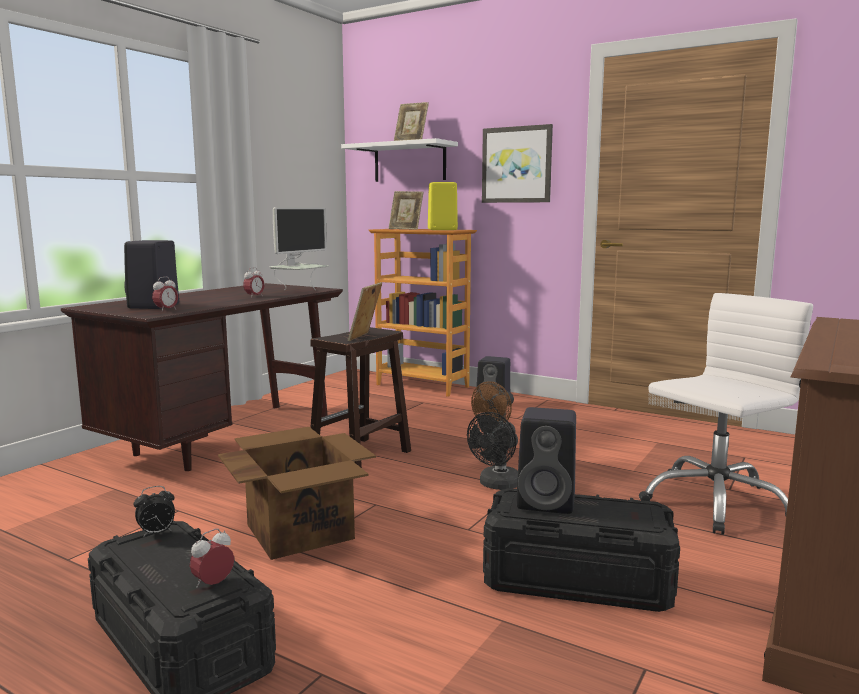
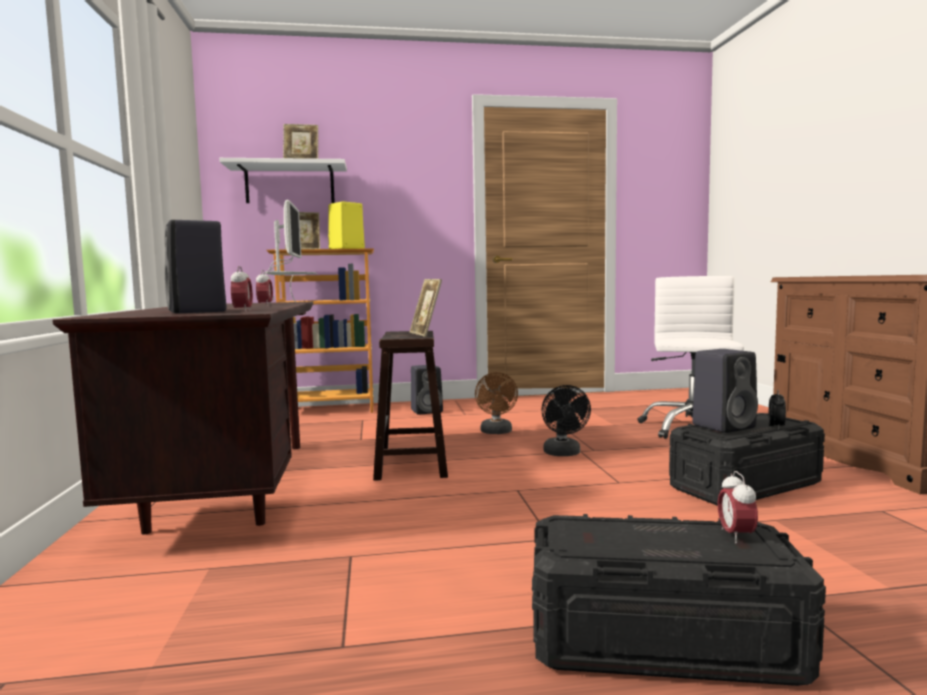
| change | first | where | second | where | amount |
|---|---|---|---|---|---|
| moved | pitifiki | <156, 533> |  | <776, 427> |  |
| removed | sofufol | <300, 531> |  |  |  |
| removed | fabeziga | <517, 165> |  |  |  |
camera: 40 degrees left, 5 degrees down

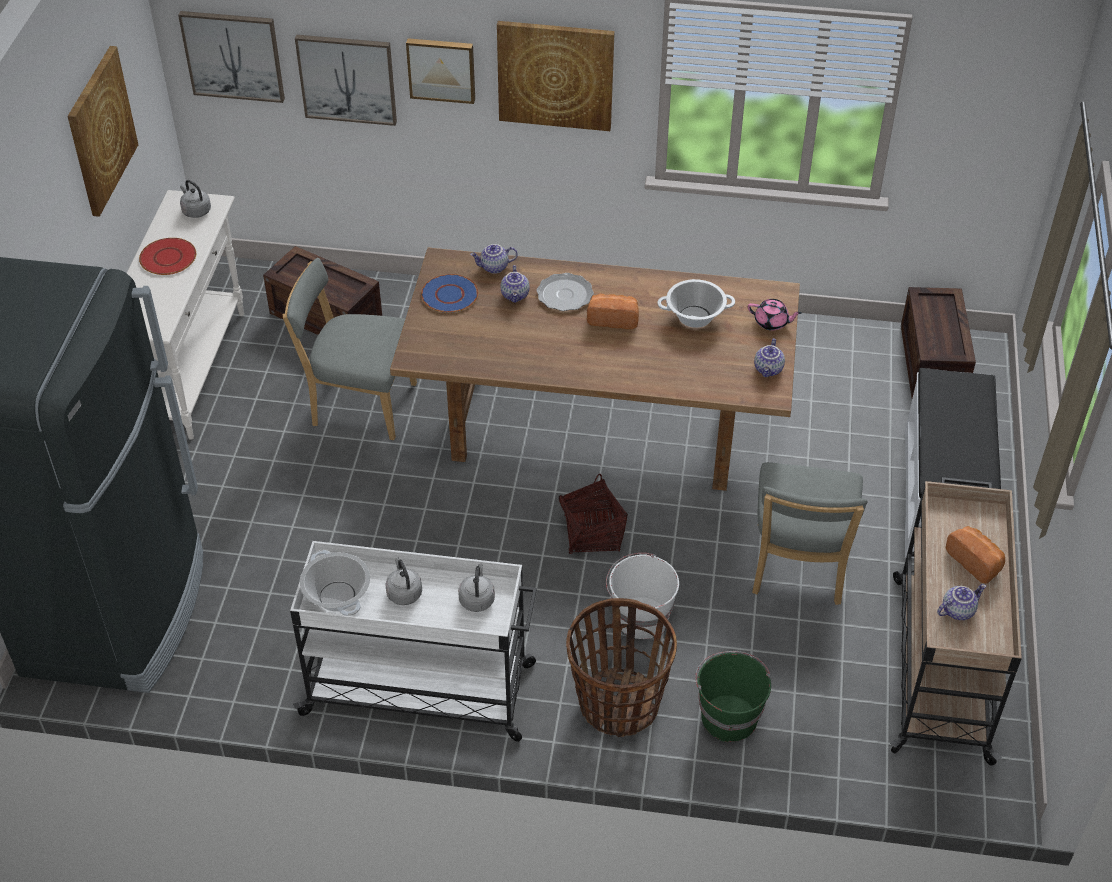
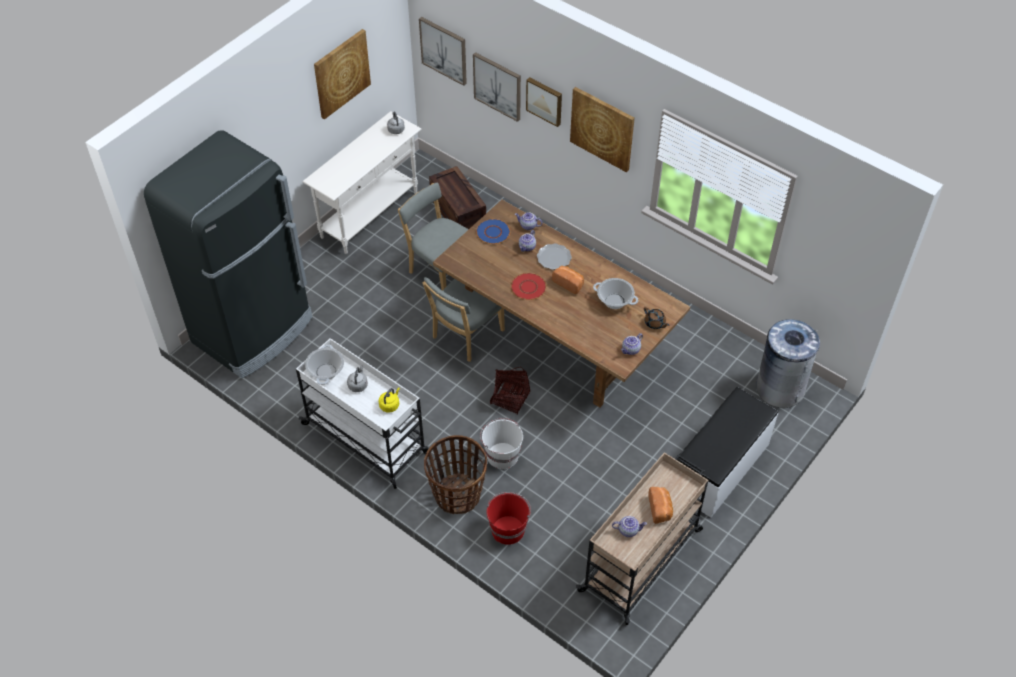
| change | first | where | second | where | amount |
|---|---|---|---|---|---|
| moved | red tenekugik | <168, 257> |  | <528, 287> |  |
| recoloured | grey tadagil | <477, 599> | yellow tadagil | <390, 405> |  |
| recoloured | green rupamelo | <728, 716> | red rupamelo | <508, 529> |  |
| recoloured | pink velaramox | <772, 322> | brown velaramox | <655, 323> |  |
| moved | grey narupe | <798, 568> |  | <465, 336> |  |
| replaced | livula | <934, 363> | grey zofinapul | <780, 387> |  |
camera: 30 degrees right, 5 degrees up

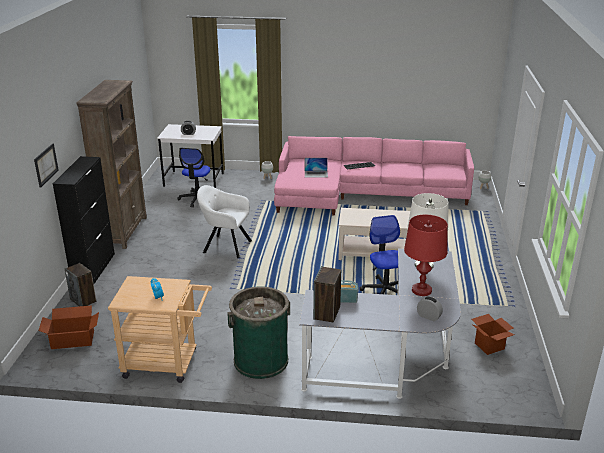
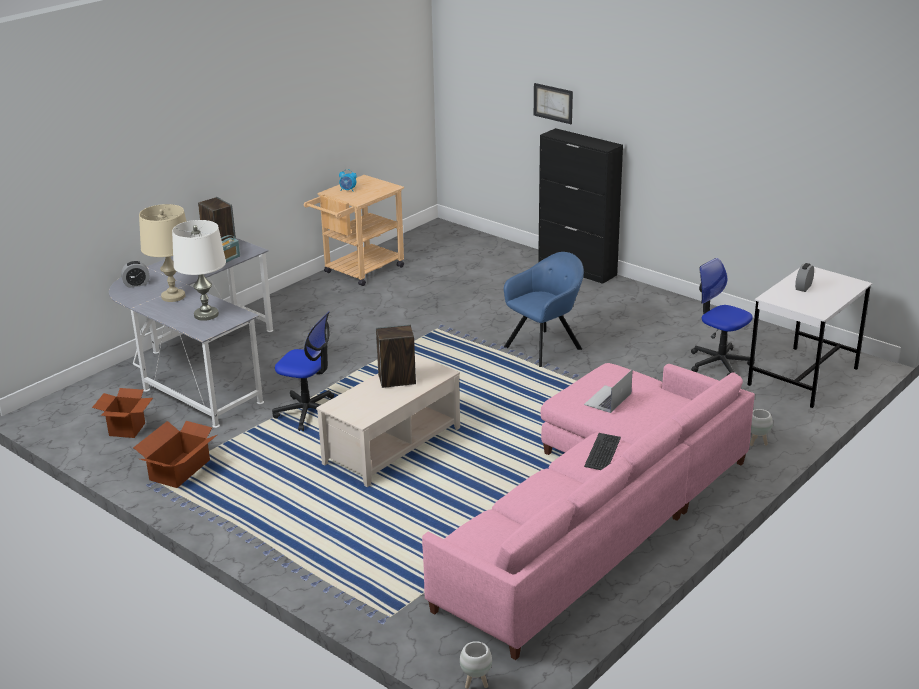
| change | first | where | second | where | amount |
|---|---|---|---|---|---|
| moved | sofufol | <72, 339> |  | <181, 470> |  |
| moved | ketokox | <83, 300> |  | <396, 380> |  |
| removed | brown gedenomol | <124, 231> |  |  |  |
| recoloured | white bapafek | <225, 246> | blue bapafek | <545, 347> |  |
| removed | green zofinapul | <261, 360> |  |  |  |
| recoloured | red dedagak | <421, 290> | beige dedagak | <173, 296> |  |
camera: 125 degrees right, 0 degrees up

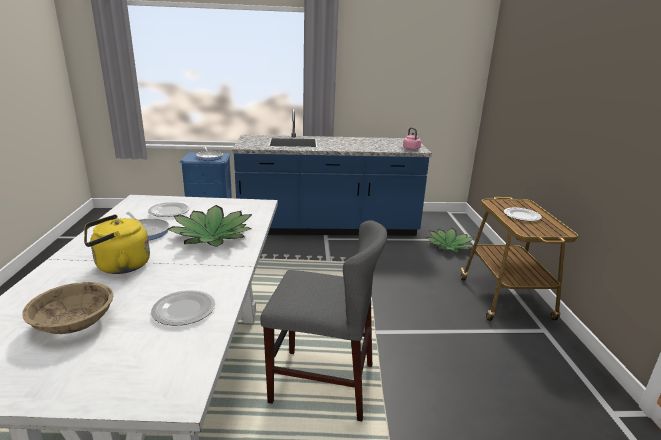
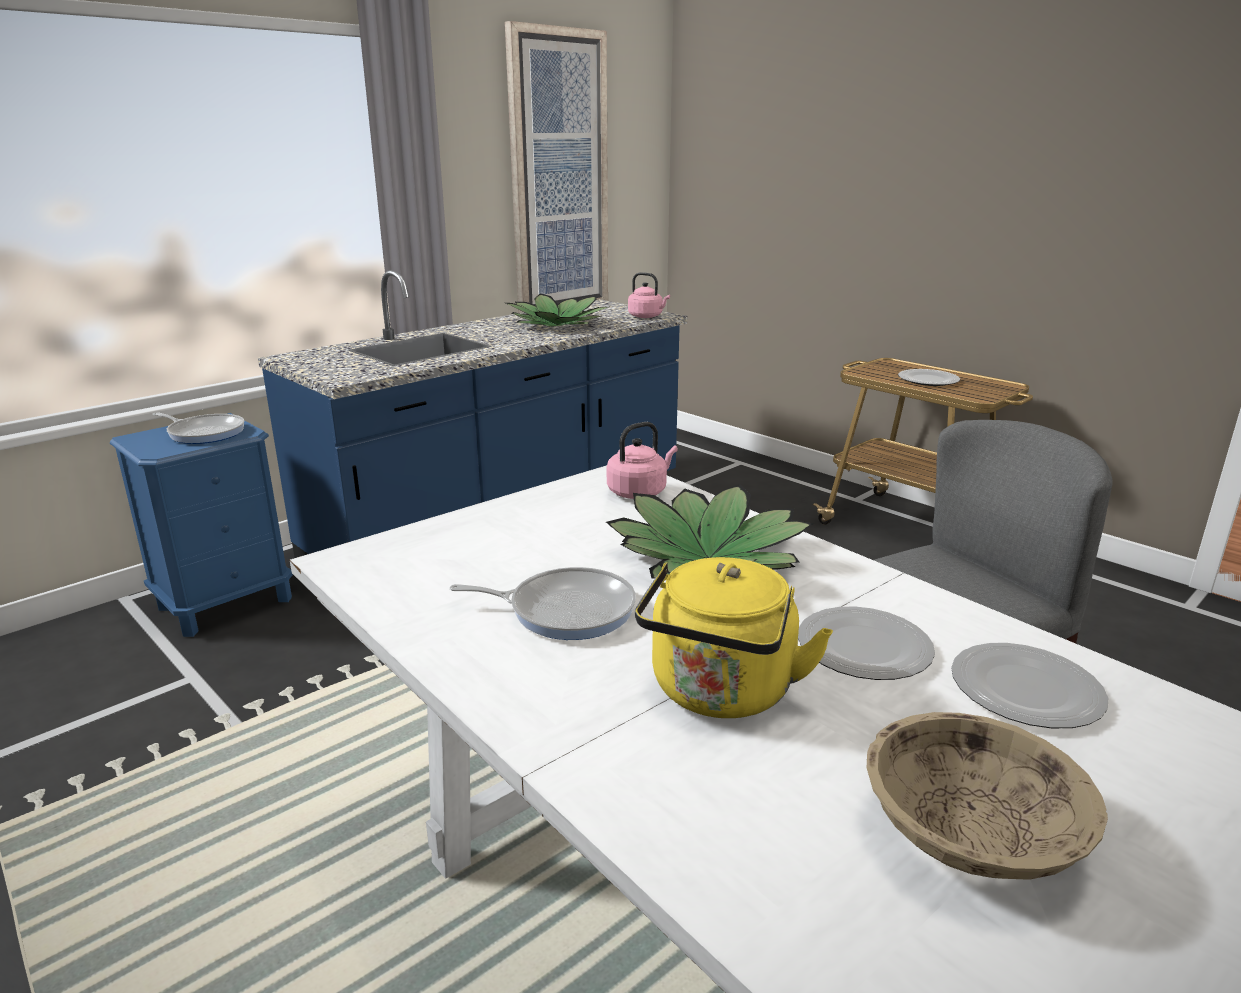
| change | first | where | second | where | amount |
|---|---|---|---|---|---|
| moved | tenekugik | <170, 211> |  | <865, 647> |  |
| moved | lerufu | <449, 246> |  | <557, 324> |  |
| added |  |  | fabeziga | <558, 176> |  |
| added |  |  | pink tadagil | <639, 492> |  |
camera: 40 degrees left, 0 degrees up

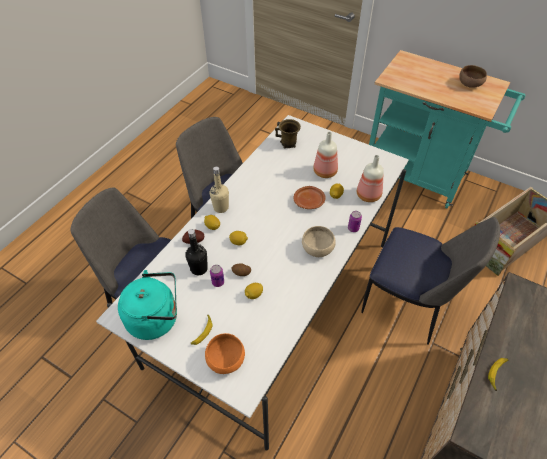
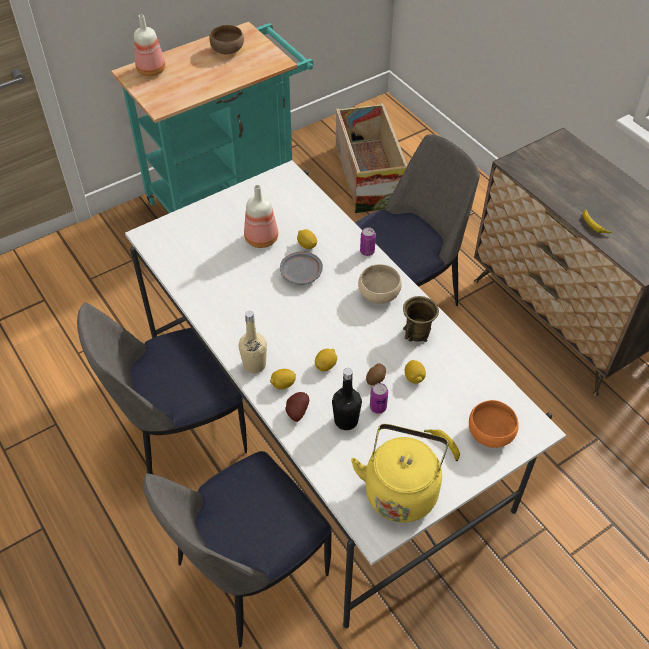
| change | first | where | second | where | amount |
|---|---|---|---|---|---|
| recoloured | turquoise tadagil | <156, 318> | yellow tadagil | <401, 489> |  |
| moved | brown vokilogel | <288, 143> |  | <417, 332> |  |
| recoloured | brown tenekugik | <309, 201> | grey tenekugik | <301, 273> |  |
| moved | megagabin | <369, 195> |  | <152, 70> |  |
camera: 65 degrees left, 0 degrees up

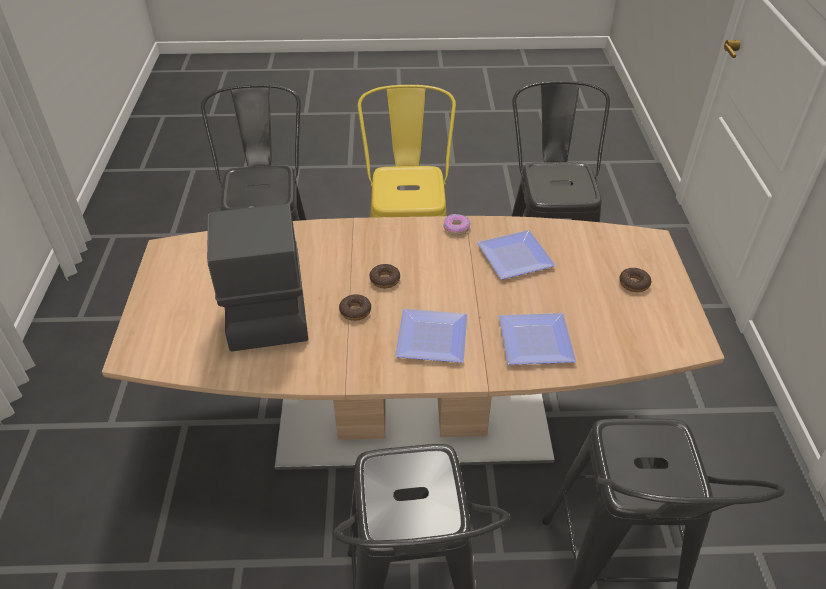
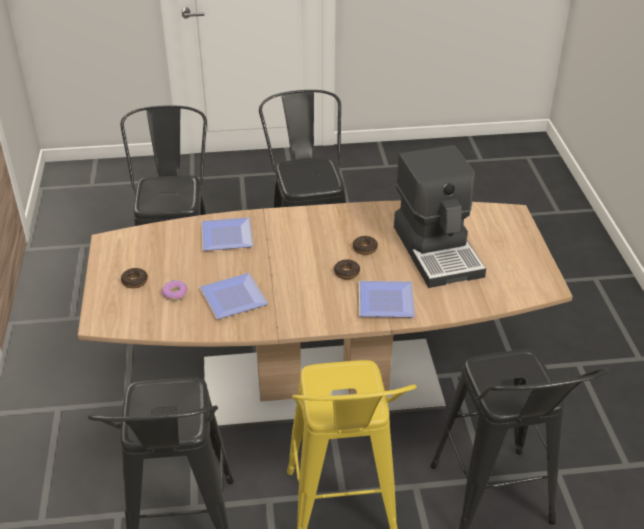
| change | first | where | second | where | amount |
|---|---|---|---|---|---|
| moved | tenekugik | <434, 340> |  | <383, 300> |  |
| moved | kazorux | <456, 228> |  | <175, 294> |  |
camera: 175 degrees right, 5 degrees down

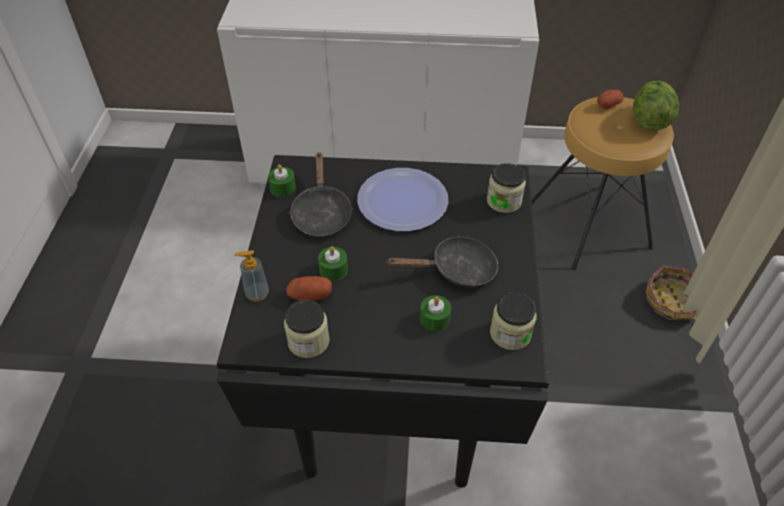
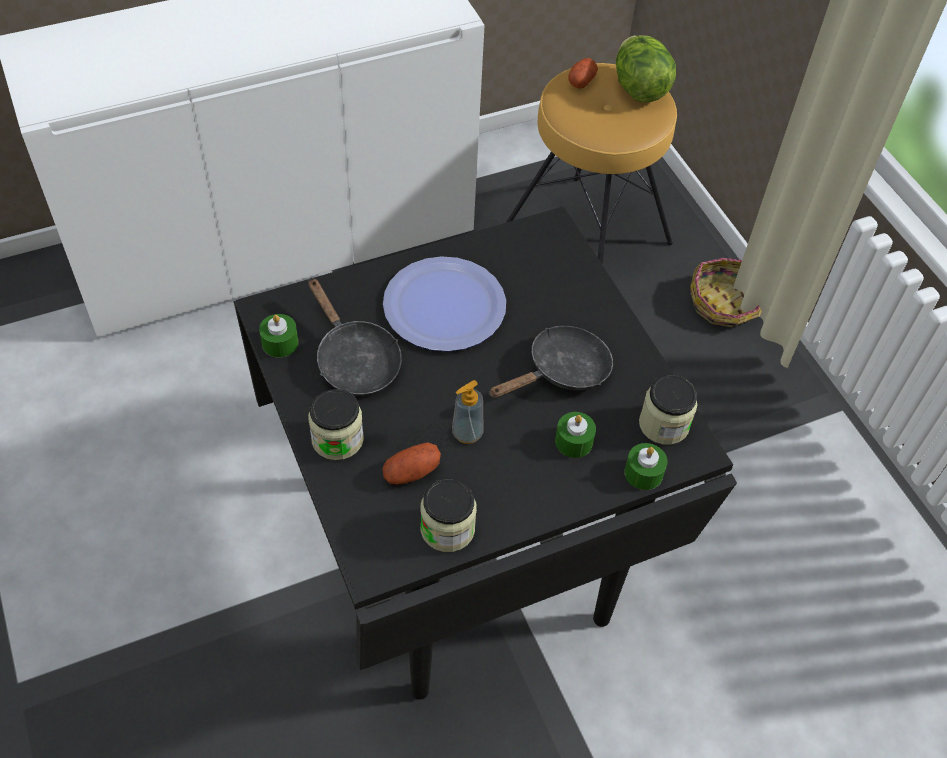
| change | first | where | second | where | amount |
|---|---|---|---|---|---|
| moved | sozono | <257, 294> |  | <467, 433> |  |
| moved | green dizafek | <333, 269> |  | <643, 473> |  |
| moved | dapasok | <504, 201> |  | <337, 439> |  |
camera: 30 degrees left, 5 degrees up

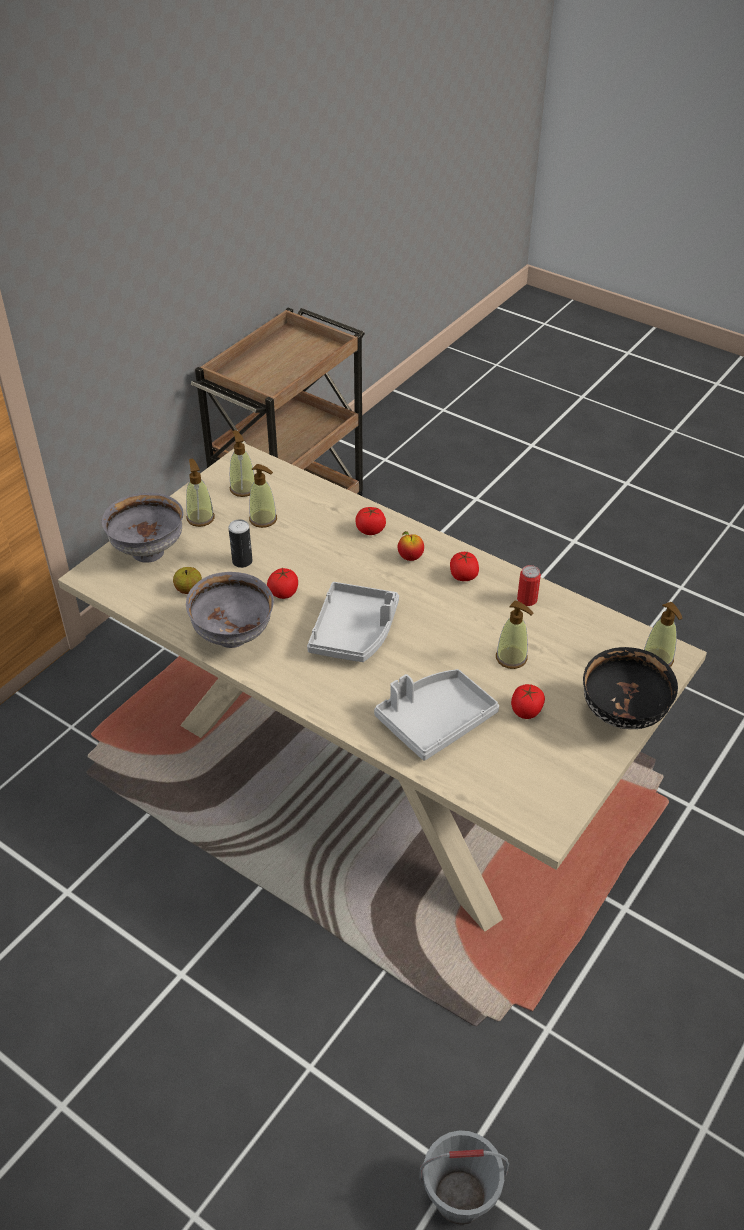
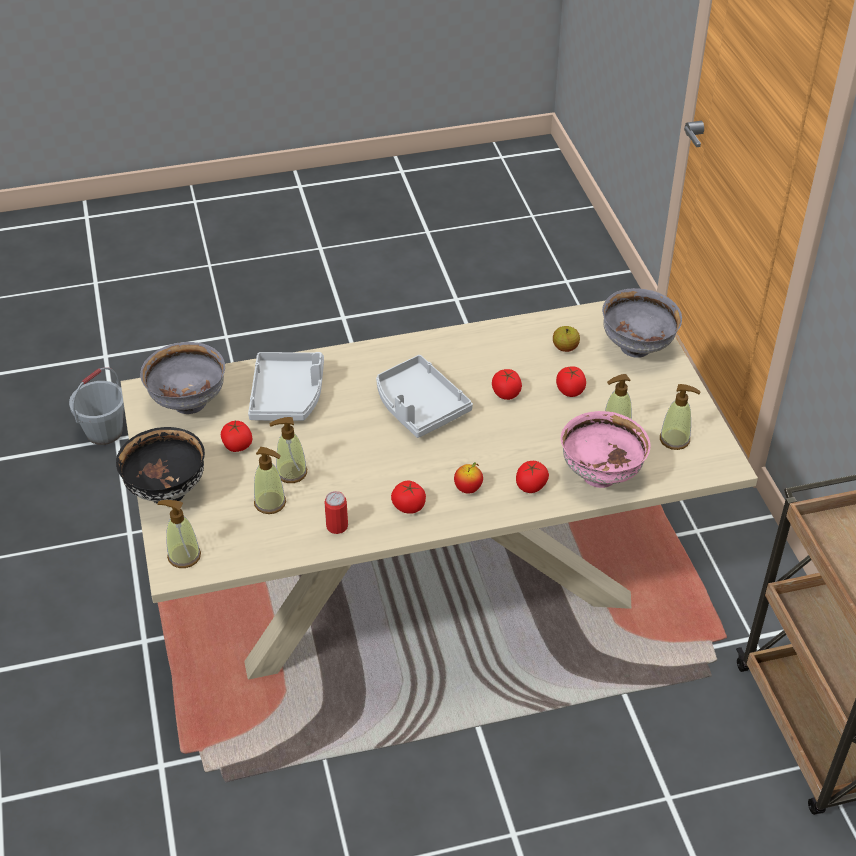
| change | first | where | second | where | amount |
|---|---|---|---|---|---|
| moved | sozono | <200, 518> |  | <270, 503> |  |
| moved | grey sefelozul | <234, 636> |  | <188, 404> |  |
| replaced | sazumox | <242, 561> | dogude | <570, 391> |  |
| added |  |  | pink sefelozul | <600, 474> |  |
camera: 130 degrees right, 0 degrees up

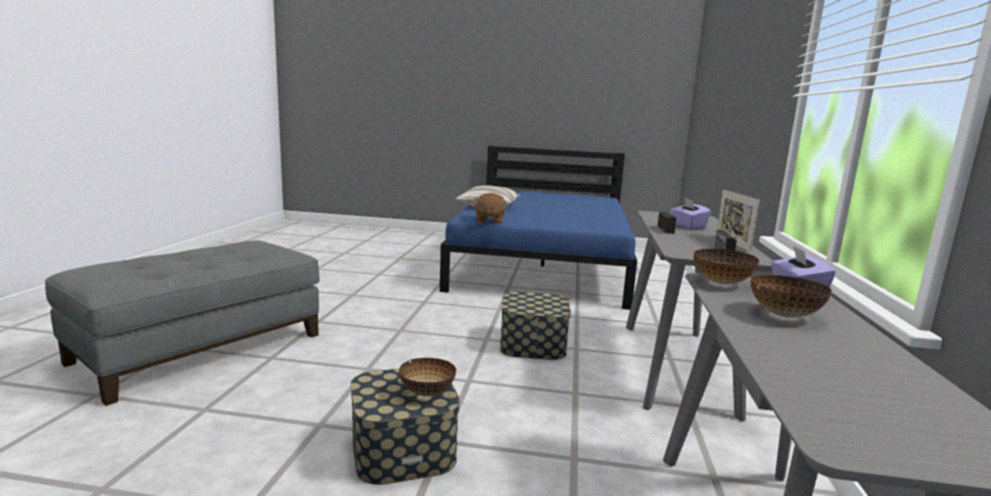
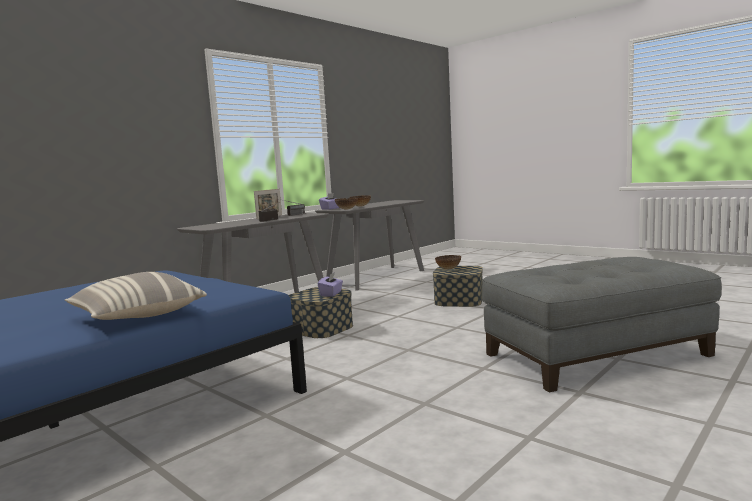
| change | first | where | second | where | amount |
|---|---|---|---|---|---|
| removed | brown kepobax | <489, 221> |  |  |  |
| moved | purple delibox | <688, 226> |  | <331, 294> |  |
camera: 145 degrees left, 5 degrees down

